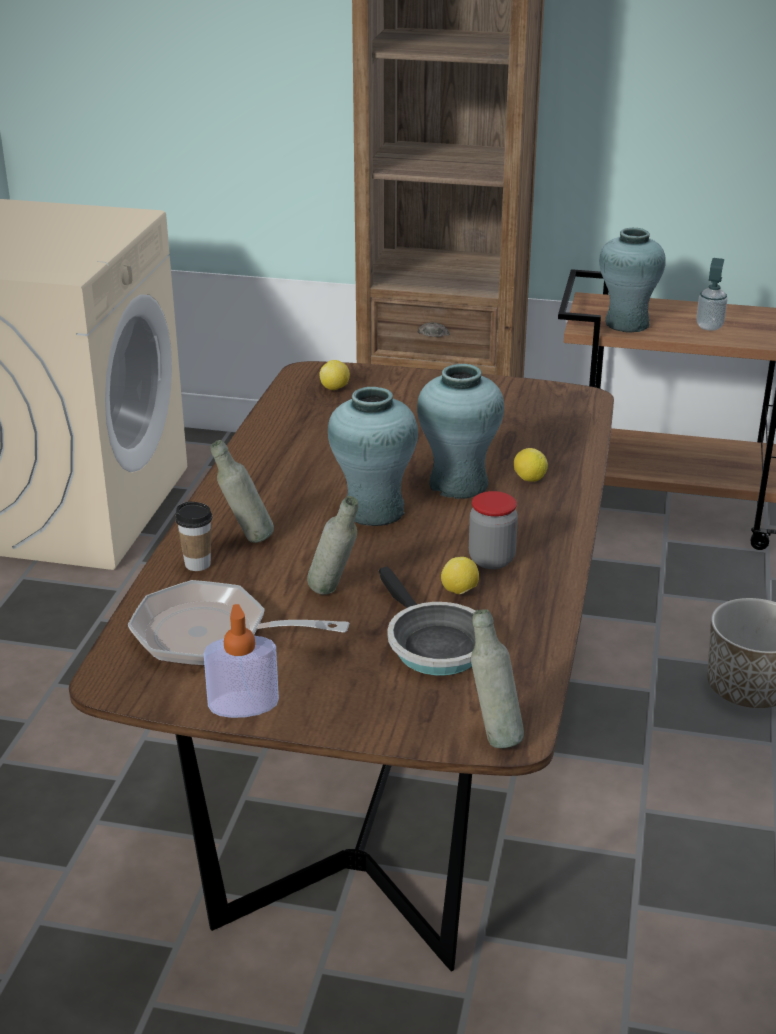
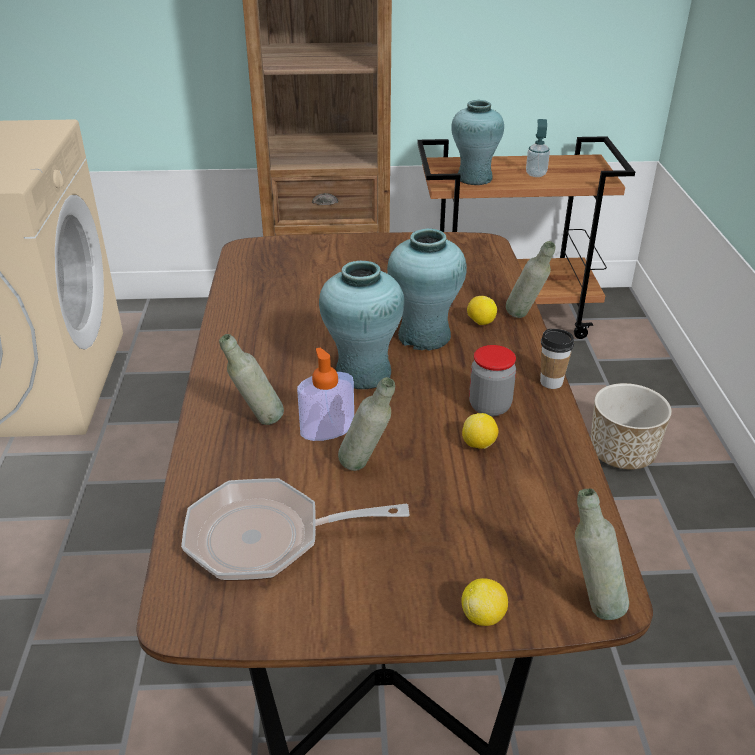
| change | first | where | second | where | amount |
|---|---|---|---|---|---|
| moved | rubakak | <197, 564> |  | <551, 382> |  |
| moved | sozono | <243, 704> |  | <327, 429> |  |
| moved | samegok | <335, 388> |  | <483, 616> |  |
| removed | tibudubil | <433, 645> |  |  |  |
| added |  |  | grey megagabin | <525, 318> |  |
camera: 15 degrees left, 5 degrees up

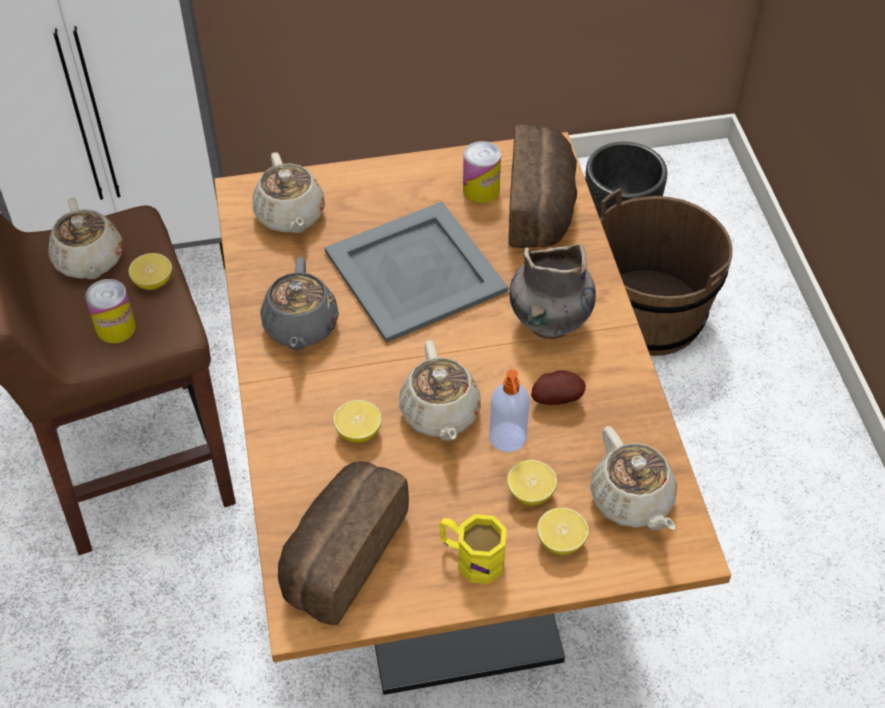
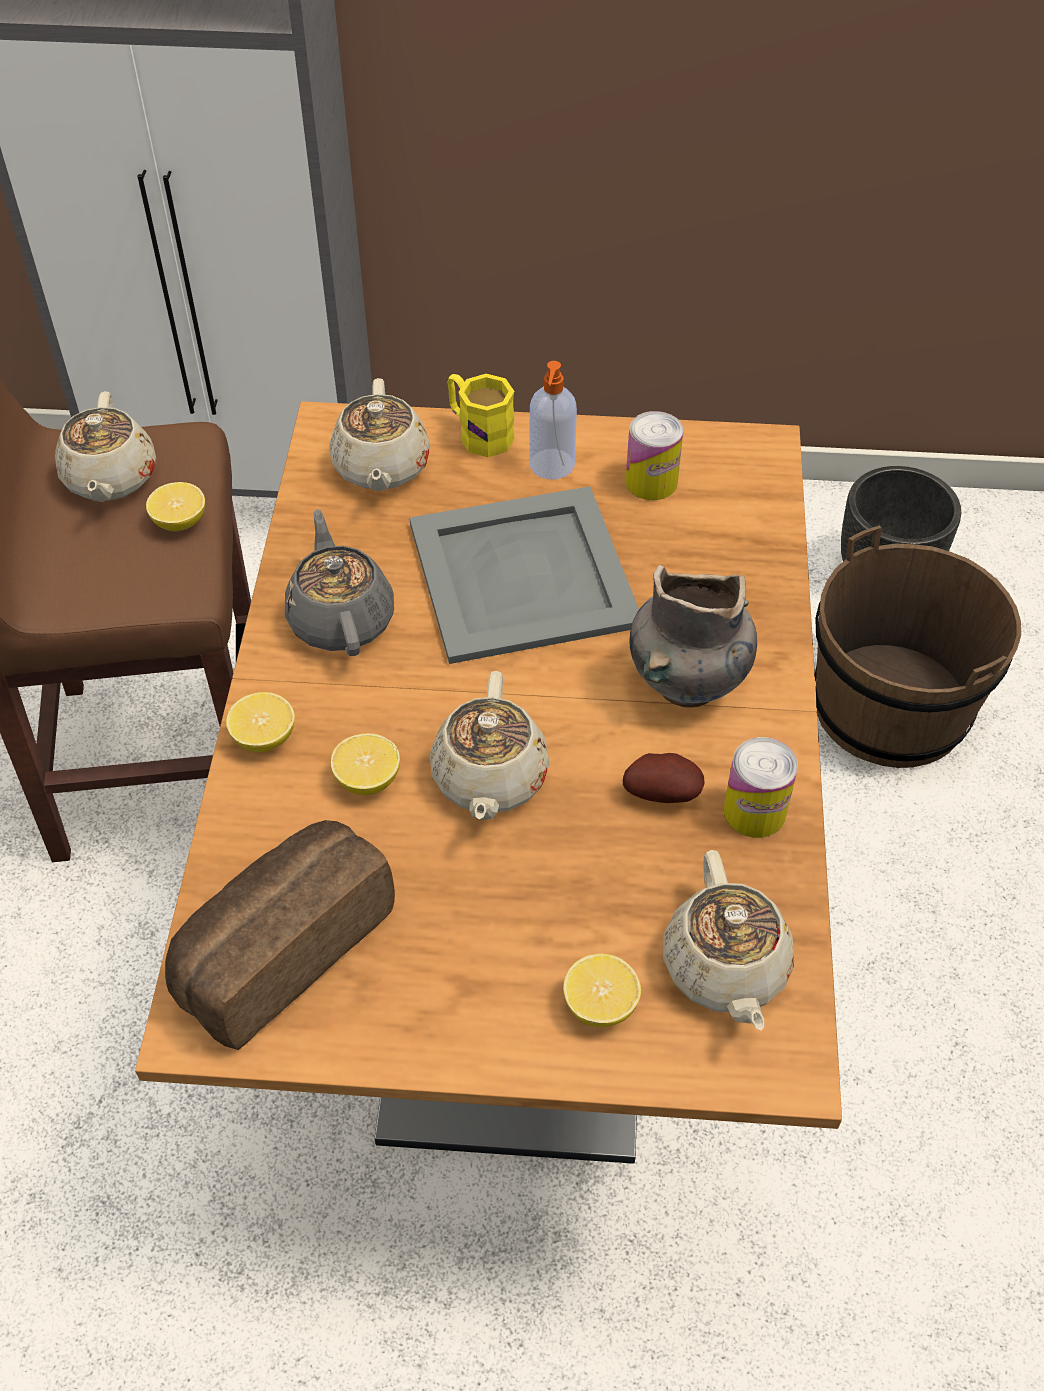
| change | first | where | second | where | amount |
|---|---|---|---|---|---|
| moved | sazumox | <116, 328> |  | <754, 811> |  |
| turned | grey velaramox | <300, 327> |  | <341, 618> | 150 degrees clockwise |
| moved | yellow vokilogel | <471, 558> |  | <478, 433> |  |
| moved | sozono | <508, 438> |  | <551, 466> |  |
| moved | samegok | <530, 493> |  | <264, 737> |  |
| removed | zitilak | <542, 208> |  |  |  |
camera: 15 degrees right, 0 degrees up

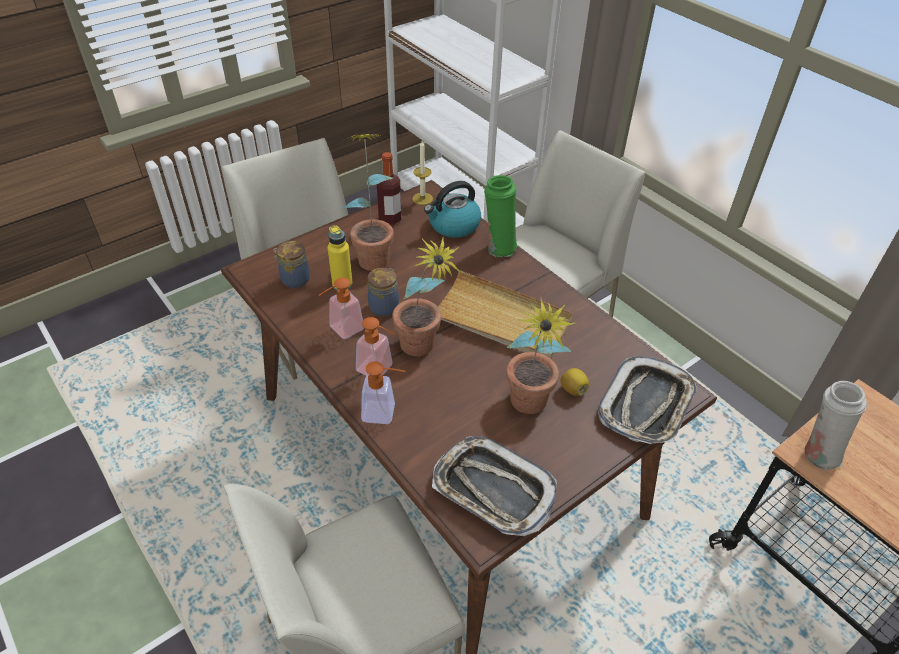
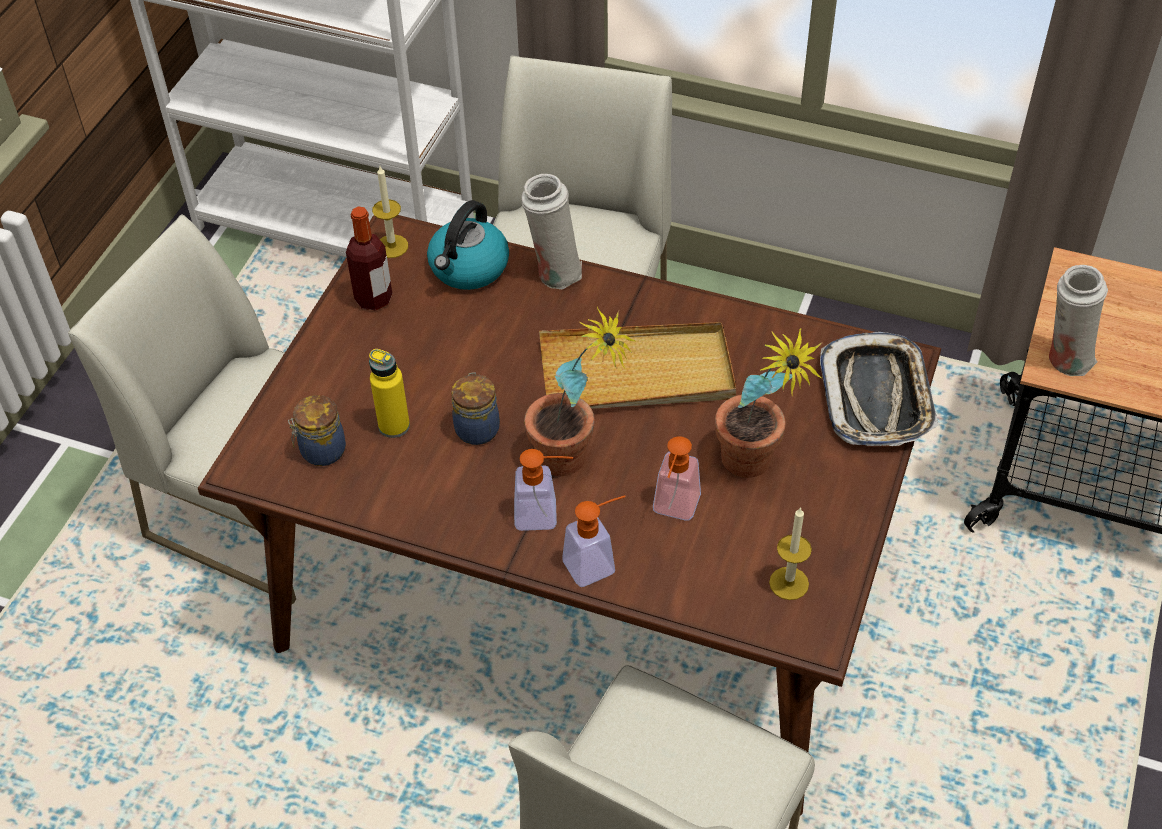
| change | first | where | second | where | amount |
|---|---|---|---|---|---|
| moved | sozono | <342, 330> |  | <674, 510> |  |
| removed | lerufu | <373, 254> |  |  |  |
| replaced | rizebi | <493, 490> | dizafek | <789, 583> |  |
| recoloured | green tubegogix | <499, 247> | white tubegogix | <554, 273> |  |
| removed | samegok | <573, 389> |  |  |  |
camera: 30 degrees left, 5 degrees up

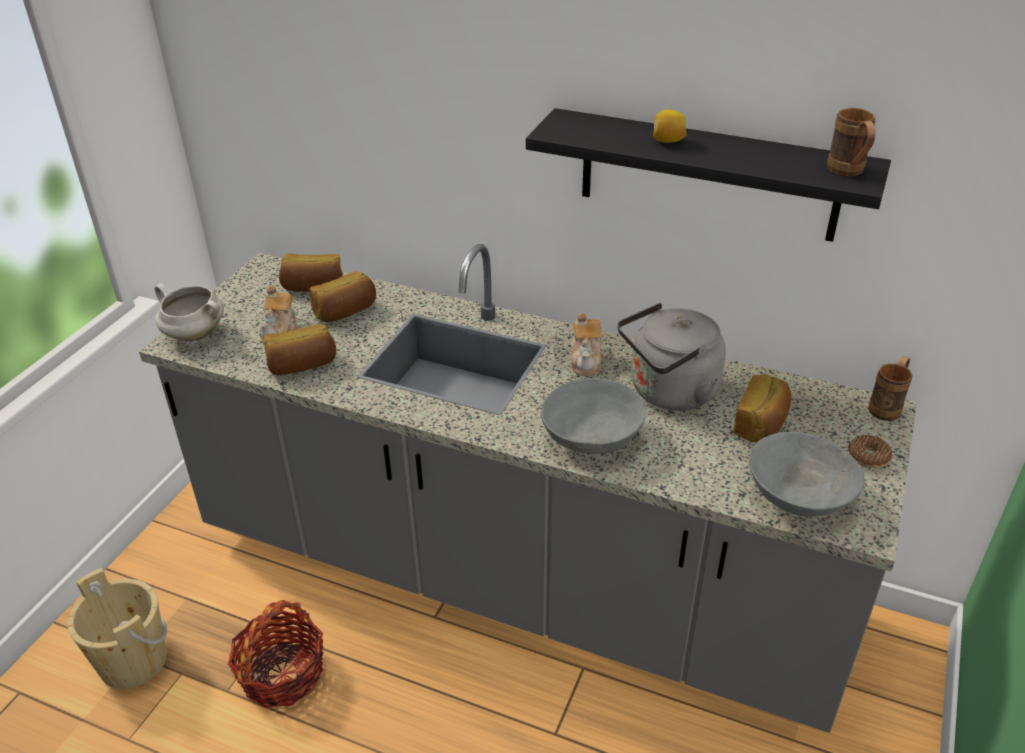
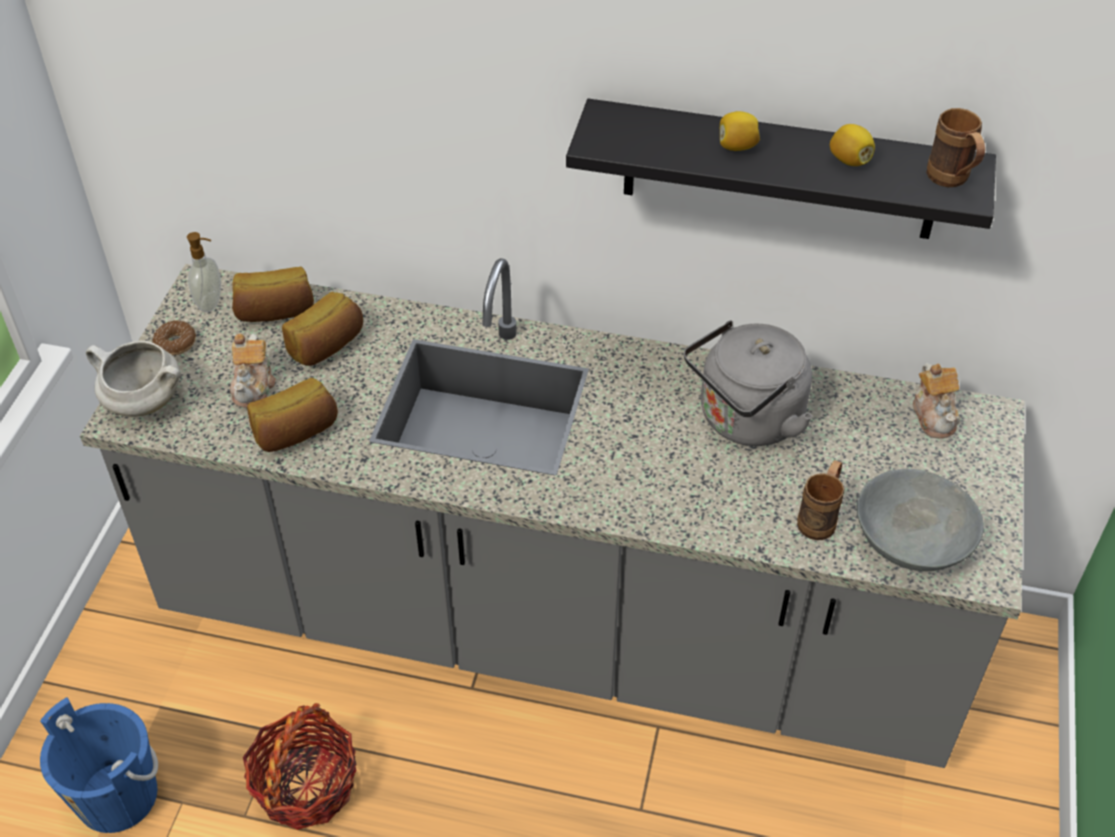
| change | first | where | second | where | amount |
|---|---|---|---|---|---|
| recoloured | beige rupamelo | <133, 661> | blue rupamelo | <117, 796> |  |
| removed | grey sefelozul | <592, 436> |  |  |  |
| moved | velaramox | <586, 360> |  | <934, 415> |  |
| removed | zitilak | <761, 424> |  |  |  |
| moved | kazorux | <868, 457> |  | <175, 343> |  |
| moved | brown vokilogel | <887, 406> |  | <820, 518> |  |
| added |  |  | sozono | <211, 302> |  |
| added |  |  | samegok | <849, 160> |  |
camera: 10 degrees left, 10 degrees up

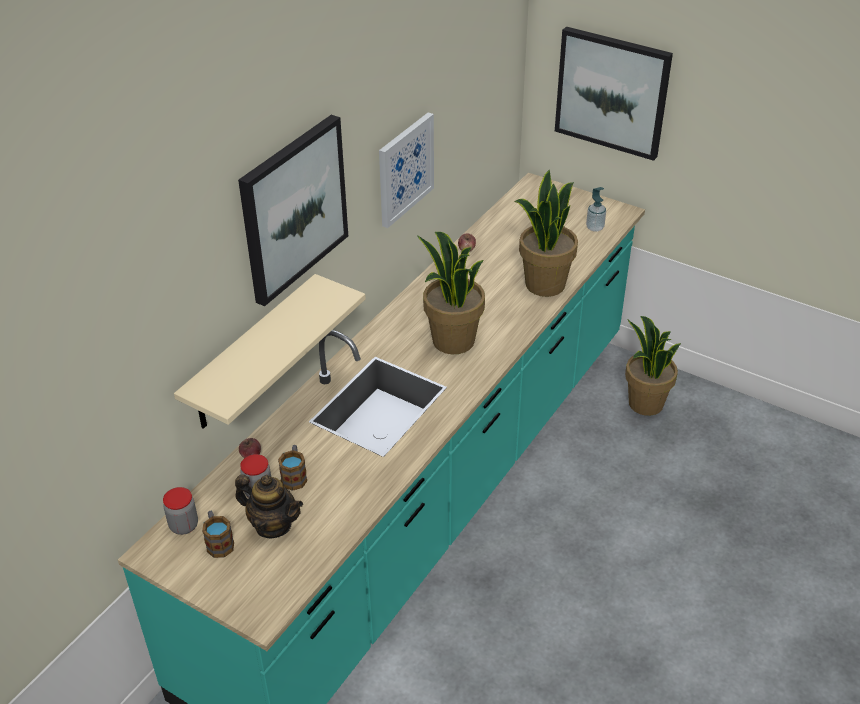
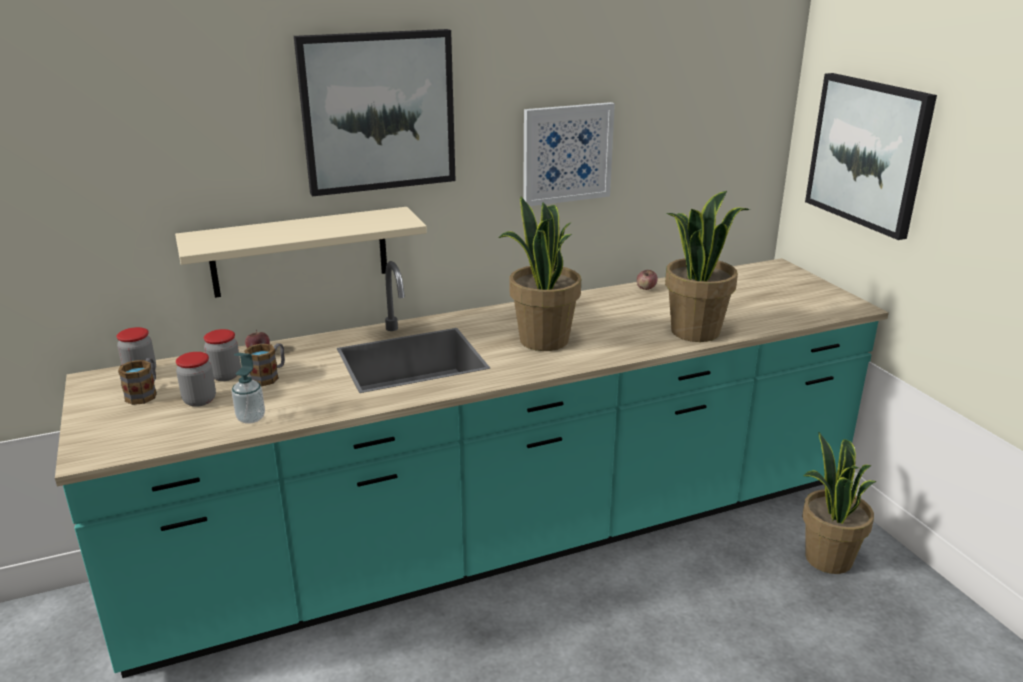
| change | first | where | second | where | amount |
|---|---|---|---|---|---|
| replaced | velaramox | <273, 525> | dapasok | <199, 400> |  |
| moved | sozono | <595, 227> |  | <251, 418> |  |
camera: 35 degrees right, 15 degrees down

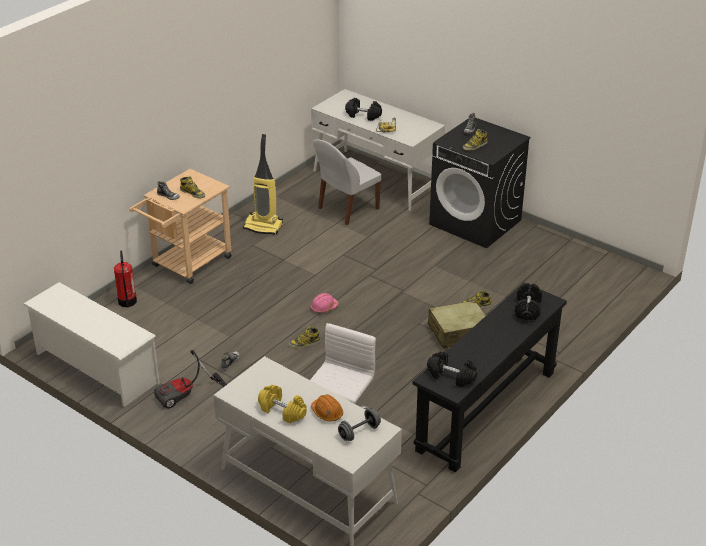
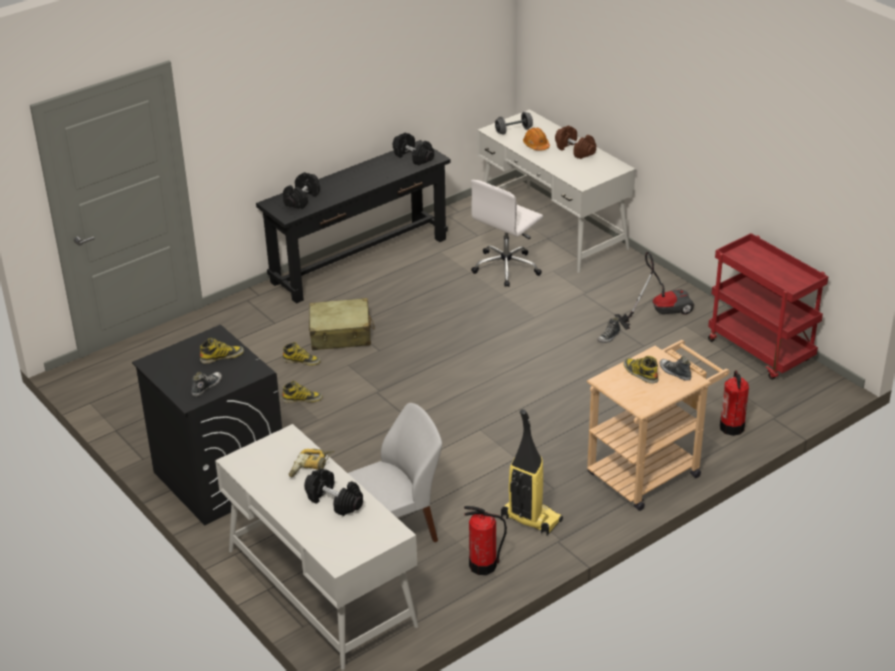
| change | first | where | second | where | amount |
|---|---|---|---|---|---|
| replaced | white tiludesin | <96, 368> | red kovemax | <761, 351> |  |
| recoloured | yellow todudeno | <282, 411> | brown todudeno | <574, 150> |  |
| moved | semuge | <304, 343> |  | <302, 399> |  |
| removed | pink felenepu | <324, 307> |  |  |  |
| added |  |  | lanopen | <483, 566> |  |
camera: 165 degrees left, 0 degrees up

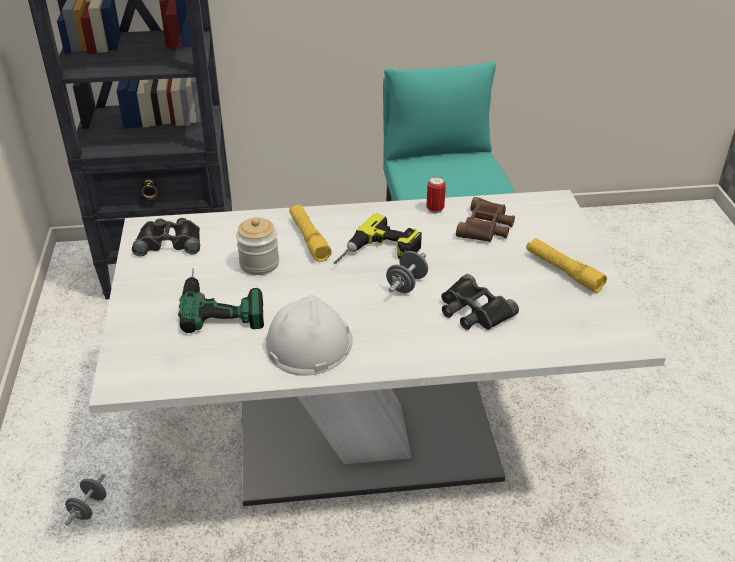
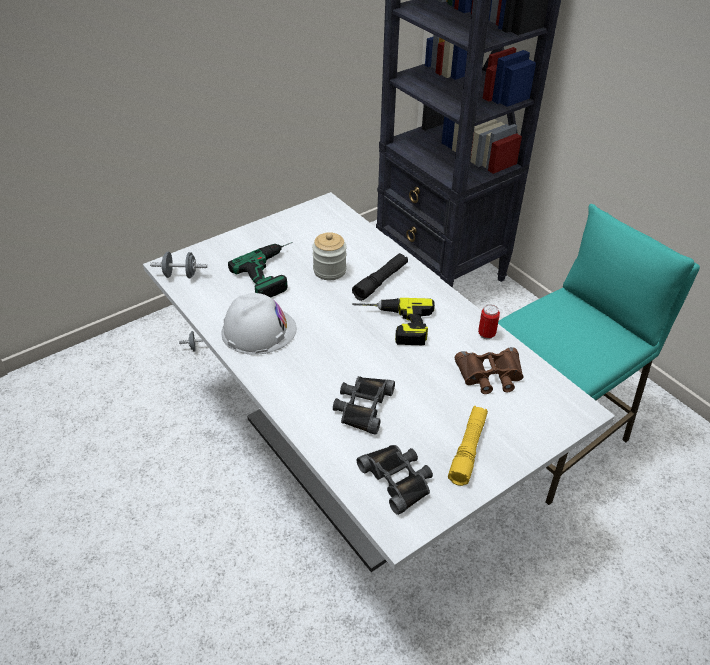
| change | first | where | second | where | amount |
|---|---|---|---|---|---|
| moved | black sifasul | <169, 242> |  | <398, 479> |  |
| recoloured | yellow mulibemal | <309, 238> | black mulibemal | <381, 281> |  |
| moved | grey todudeno | <406, 284> |  | <180, 275> |  |
camera: 60 degrees right, 5 degrees up

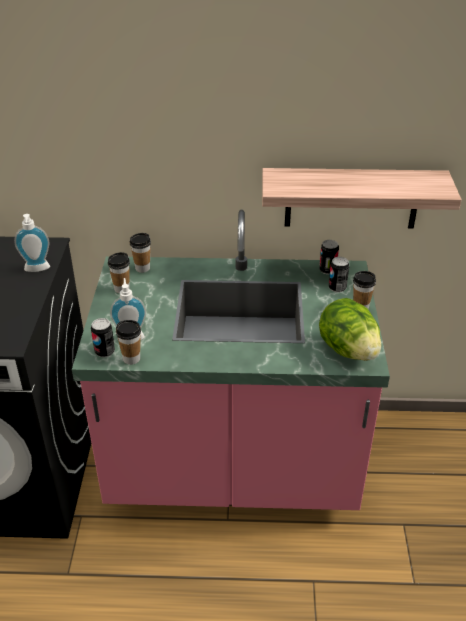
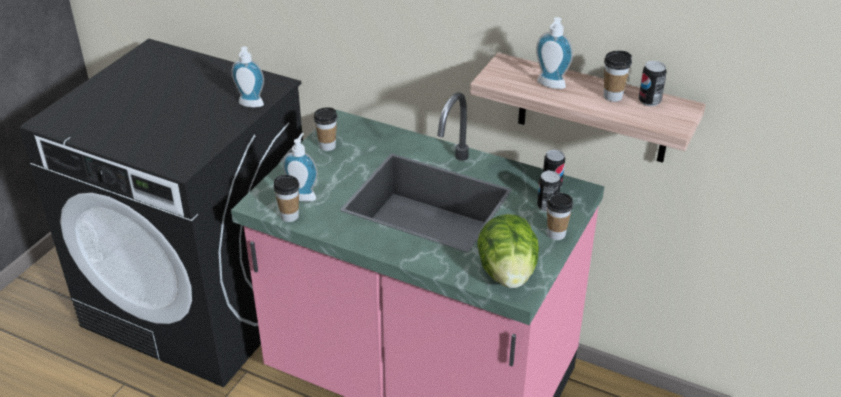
| change | first | where | second | where | amount |
|---|---|---|---|---|---|
| moved | sazumox | <104, 352> |  | <649, 101> |  |
| moved | rubakak | <142, 268> |  | <612, 96> |  |
| added |  |  | sozono | <549, 85> |  |
camera: 25 degrees right, 0 degrees up

